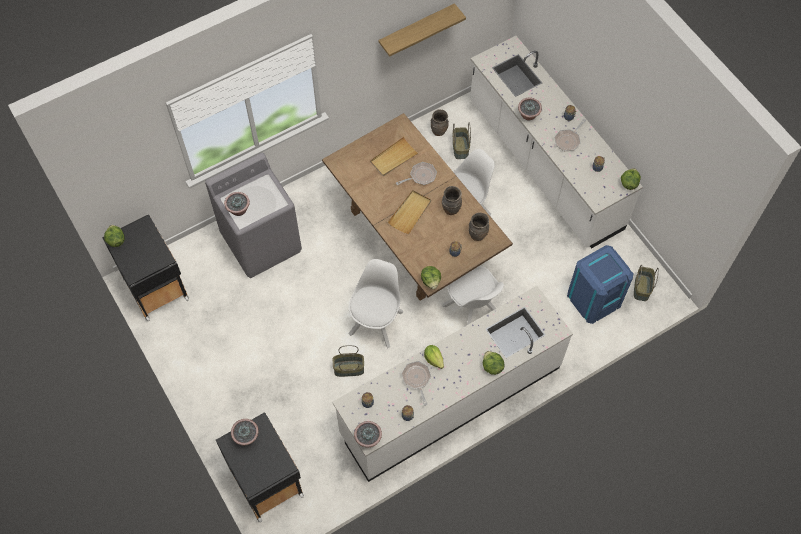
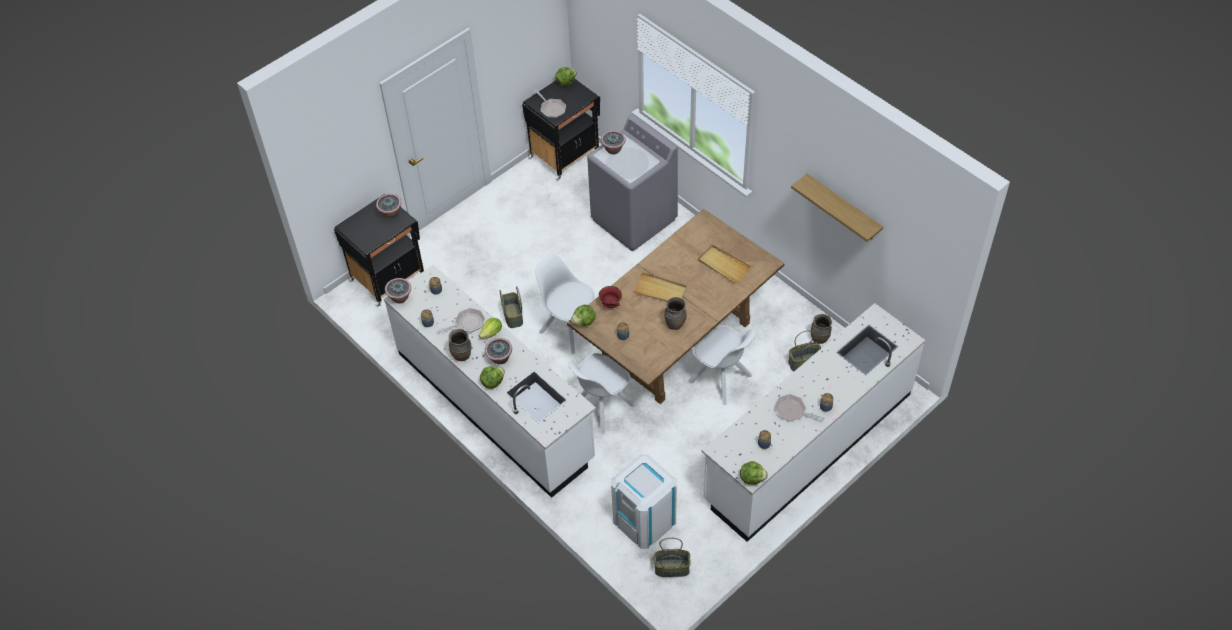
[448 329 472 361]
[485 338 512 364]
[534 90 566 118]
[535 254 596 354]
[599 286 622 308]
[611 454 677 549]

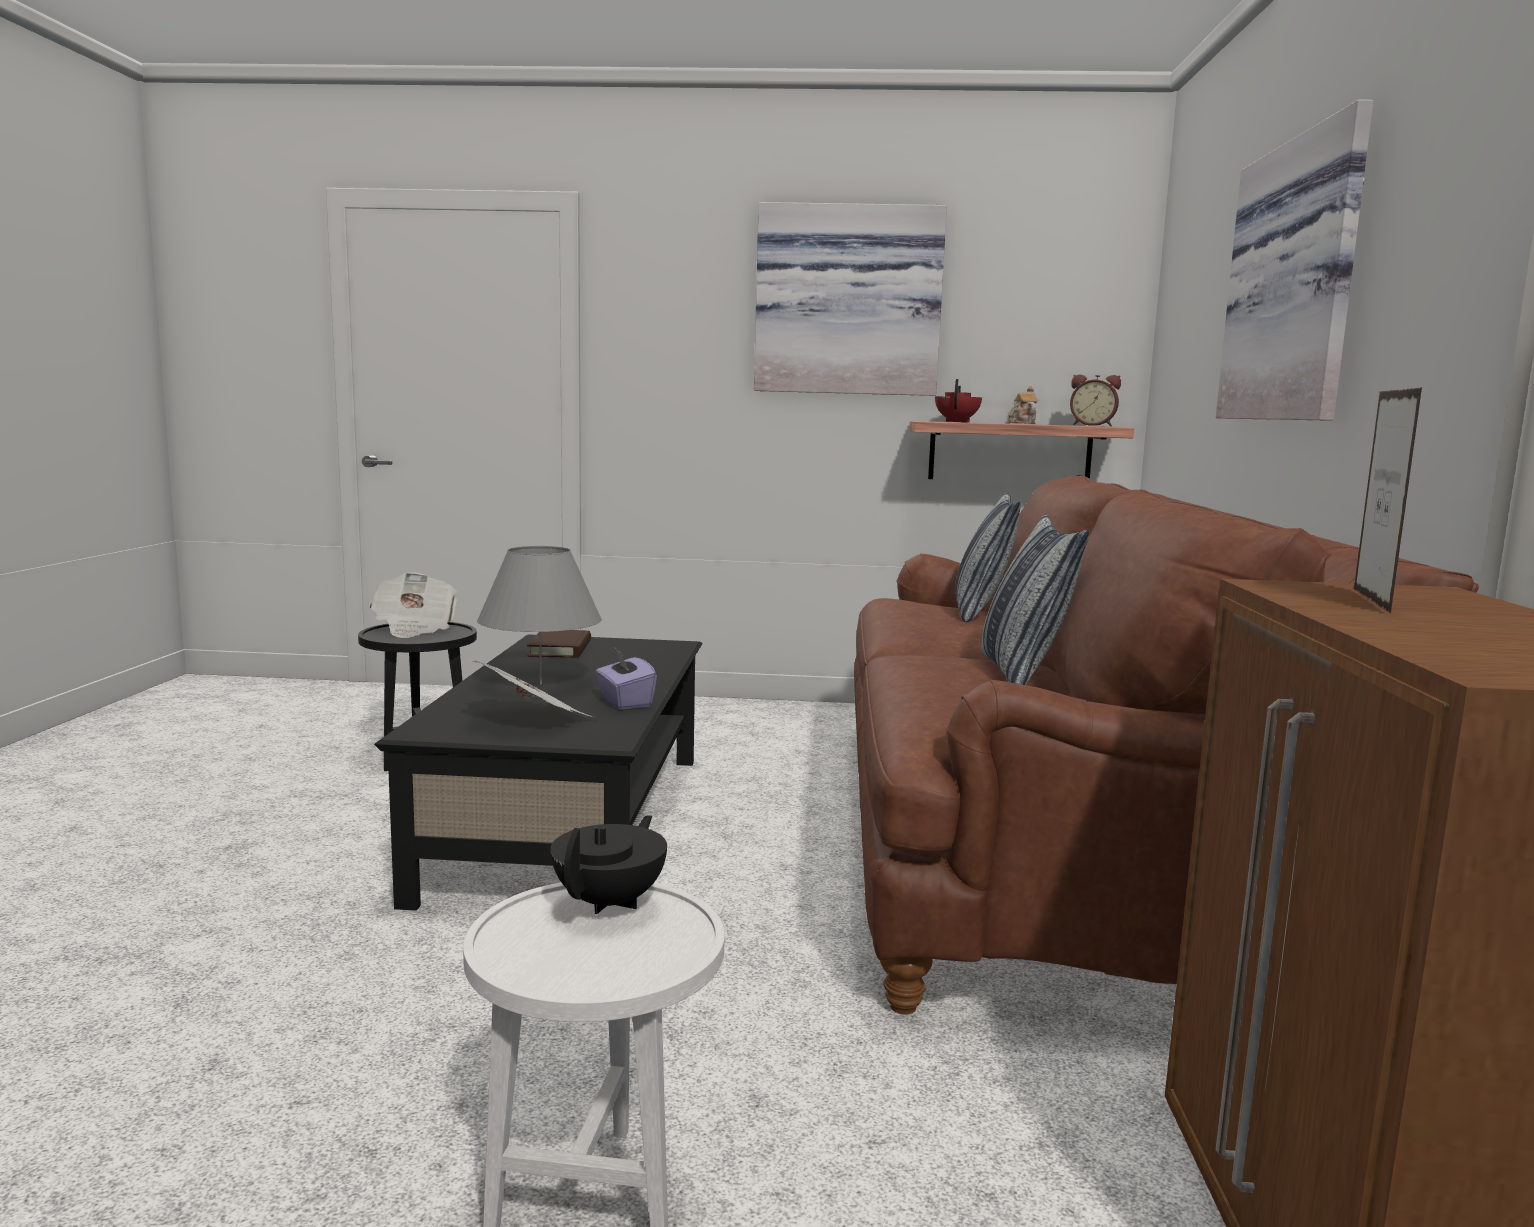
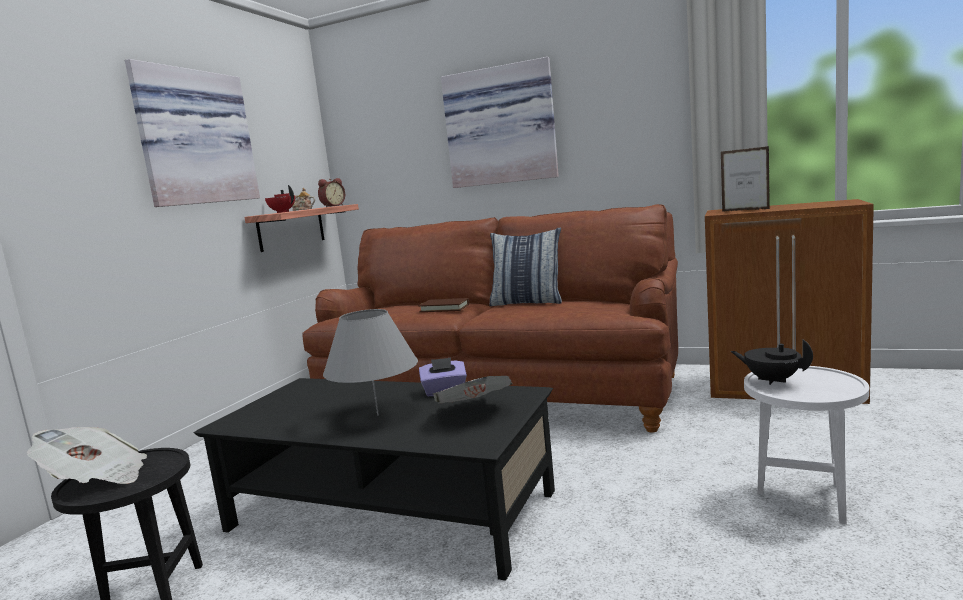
[419 298 470 312]
[955 492 1021 622] (first image)

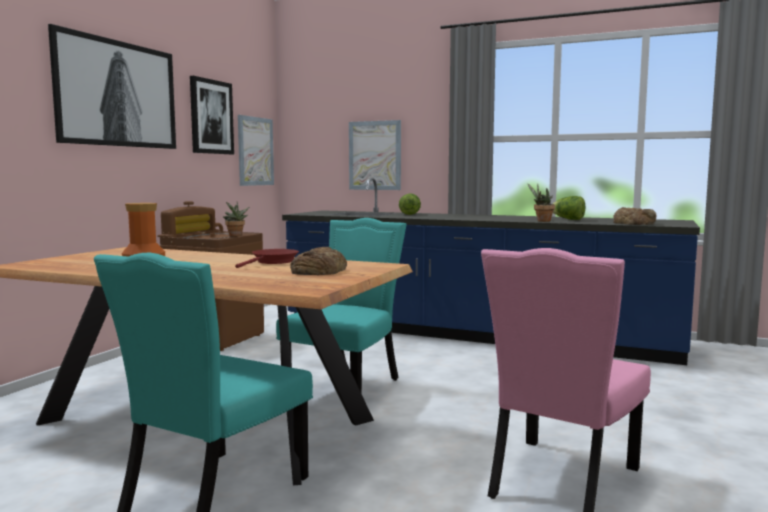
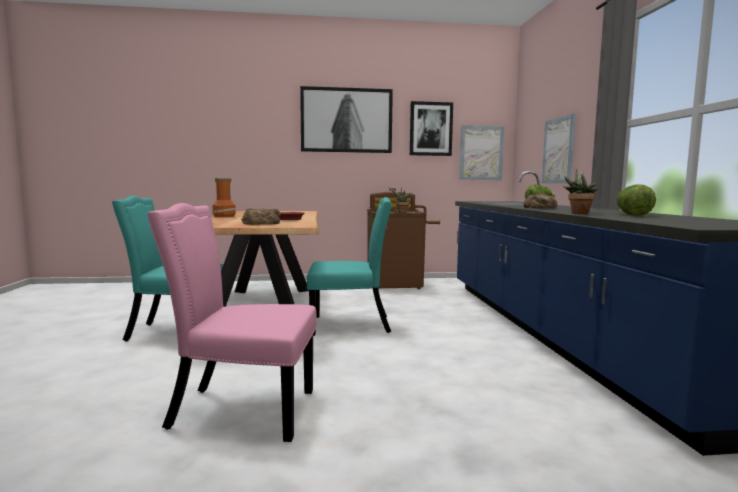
[523 193 557 209]

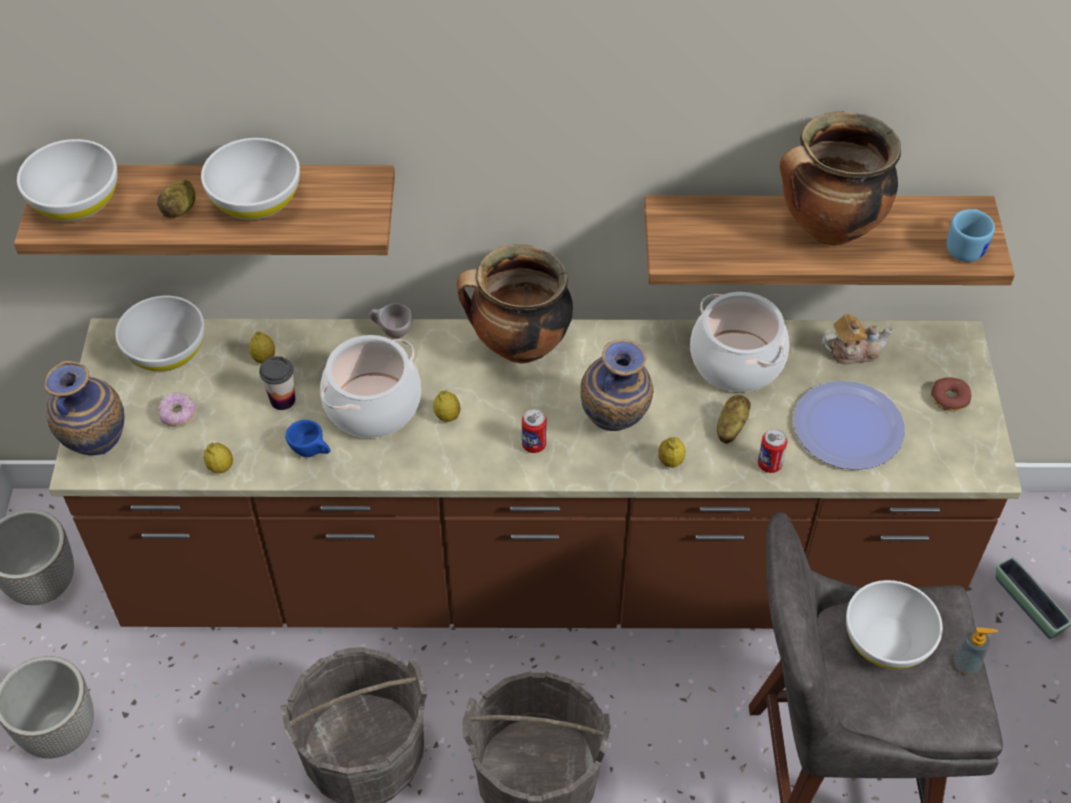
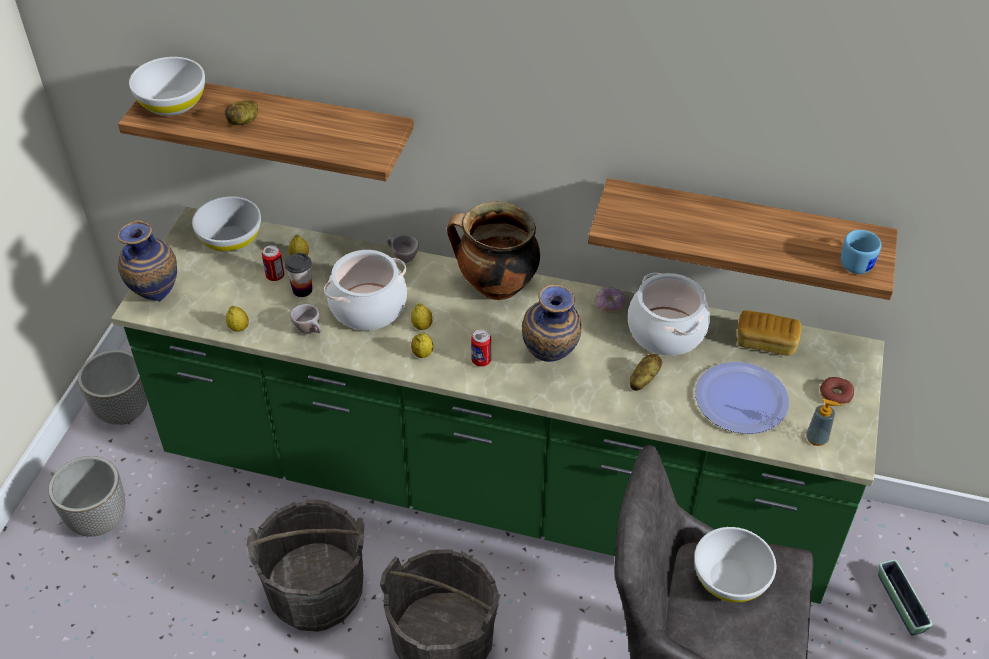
[111 207 884 604]
[262 245 284 281]
[290 304 322 334]
[411 333 433 358]
[596 287 626 313]
[738 310 802 356]
[806 399 841 446]
[201 138 300 220] (first image)
[780 112 901 245] (first image)

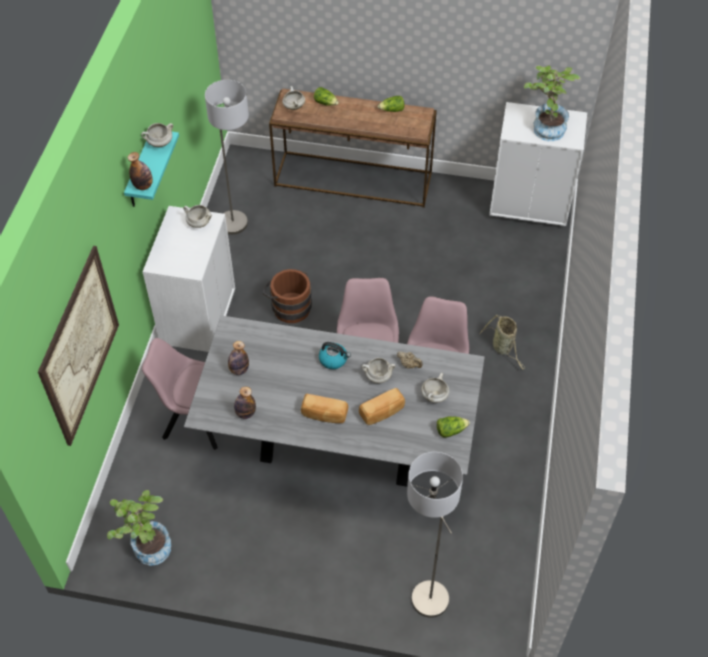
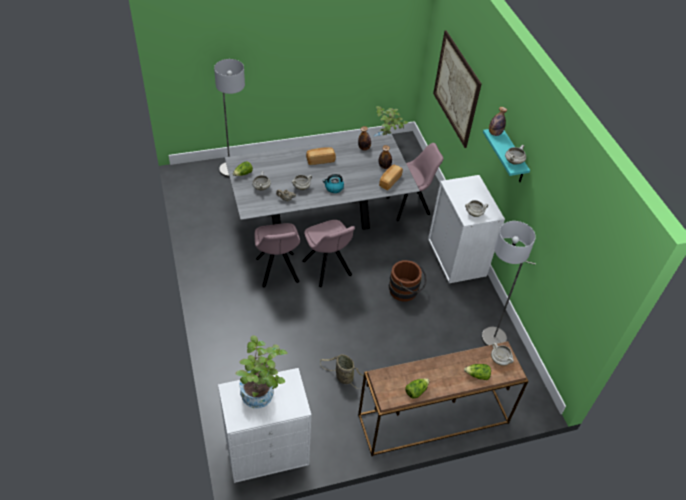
[320 354 364 389]
[379 165 403 190]

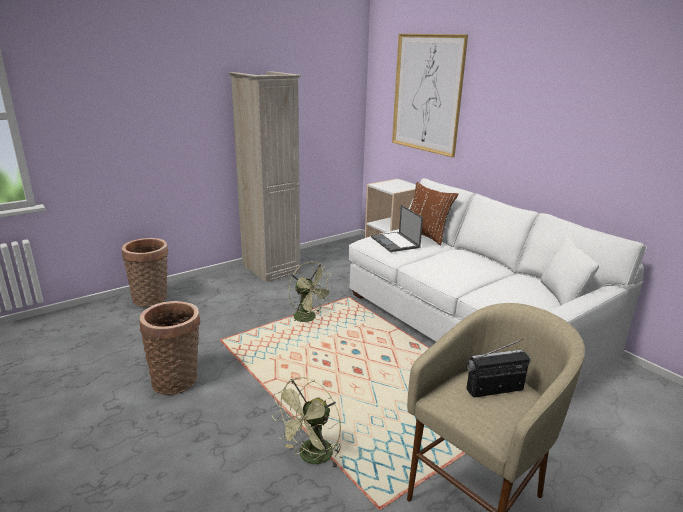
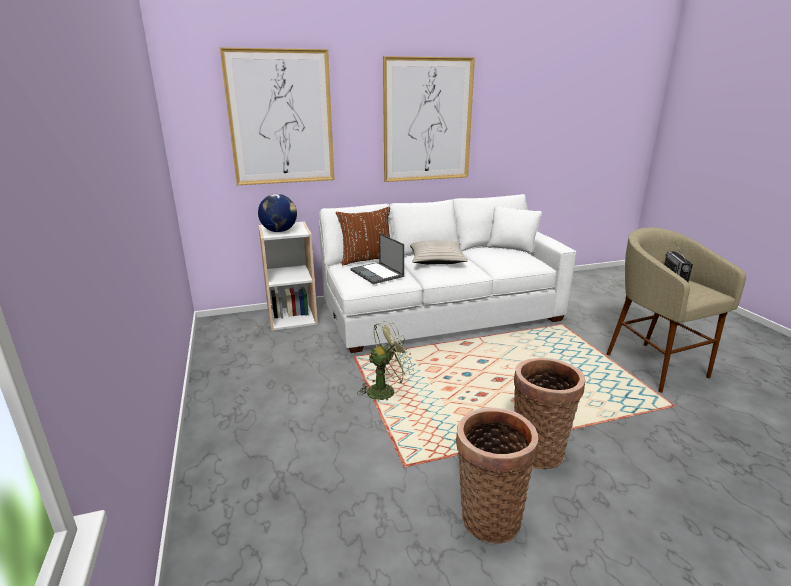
[258 194 297 232]
[350 233 404 284]
[383 56 475 182]
[410 240 468 264]
[514 358 585 469]
[228 71 302 282] (first image)
[272 377 341 469] (first image)

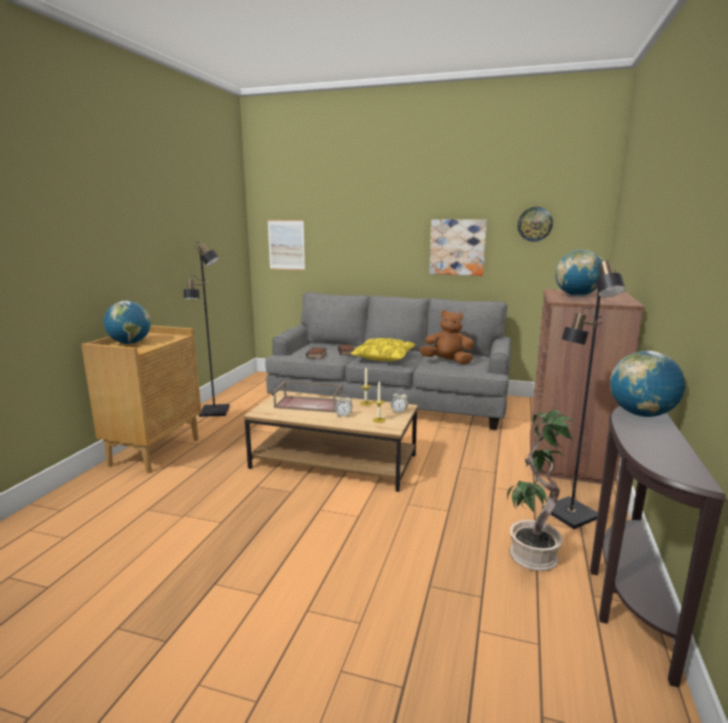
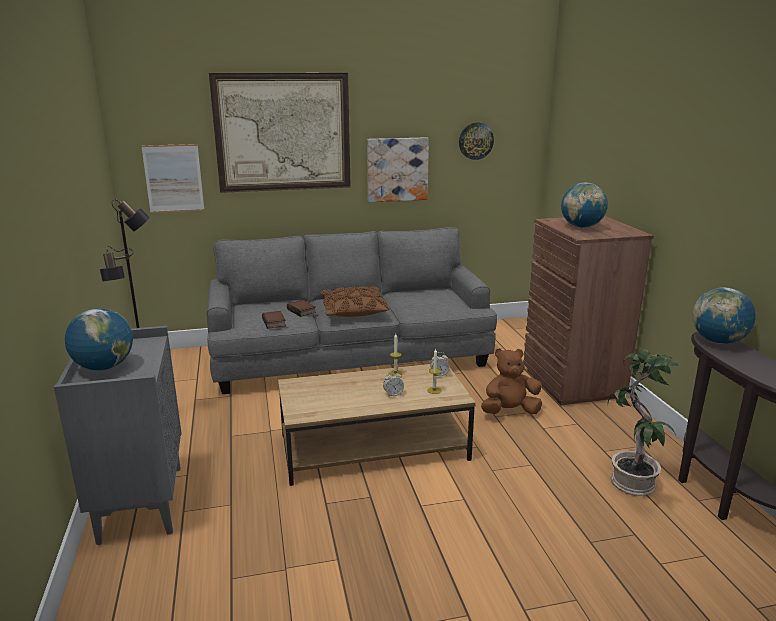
[54 326 182 545]
[209 73 351 193]
[320 286 390 317]
[481 348 542 414]
[273 381 343 412] (first image)
[542 258 625 529] (first image)

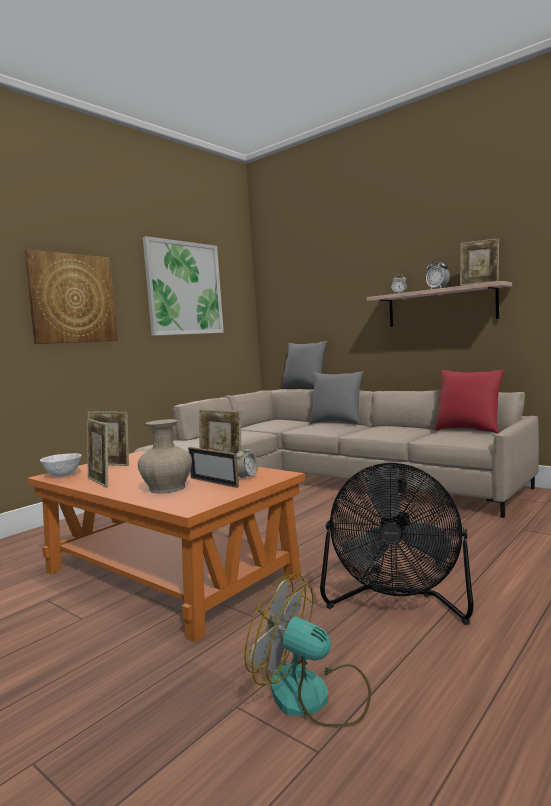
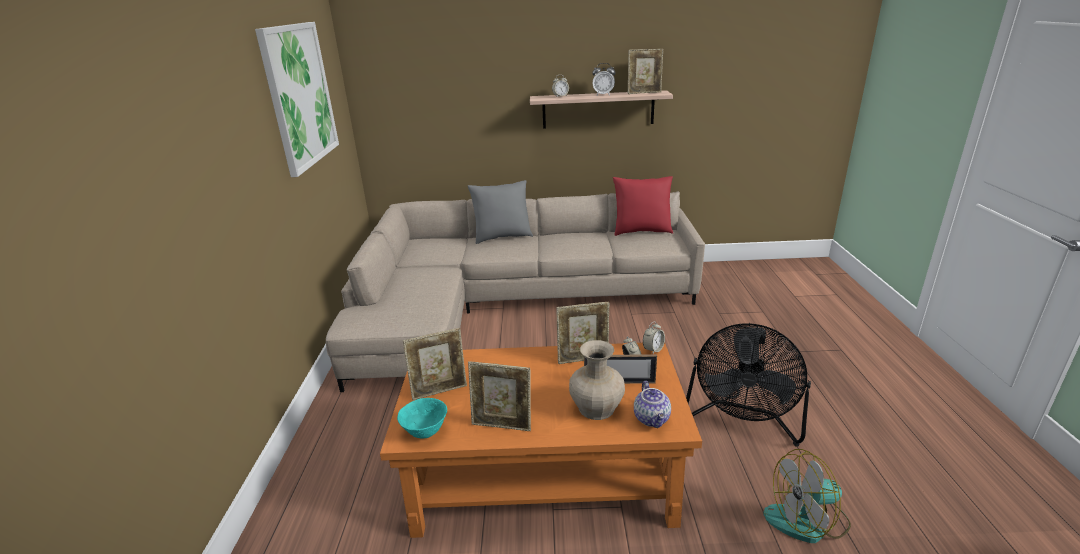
[397 398 447 438]
[634 381 671 428]
[643 321 665 354]
[686 323 811 447]
[24 250 118 344] (first image)
[282 341 328 389] (first image)

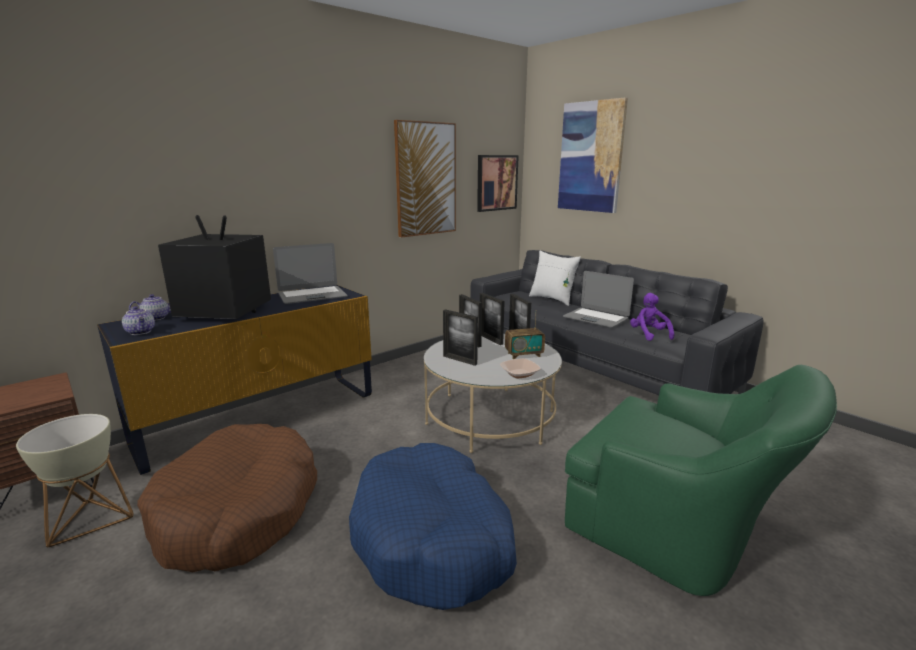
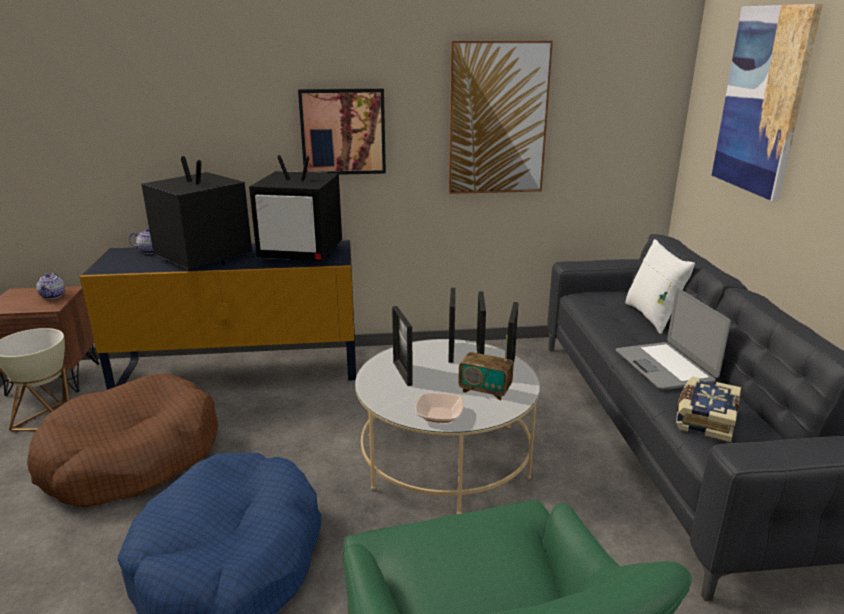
[36 272 65 299]
[249 155 342 261]
[298 88 386 175]
[676 376 741 442]

